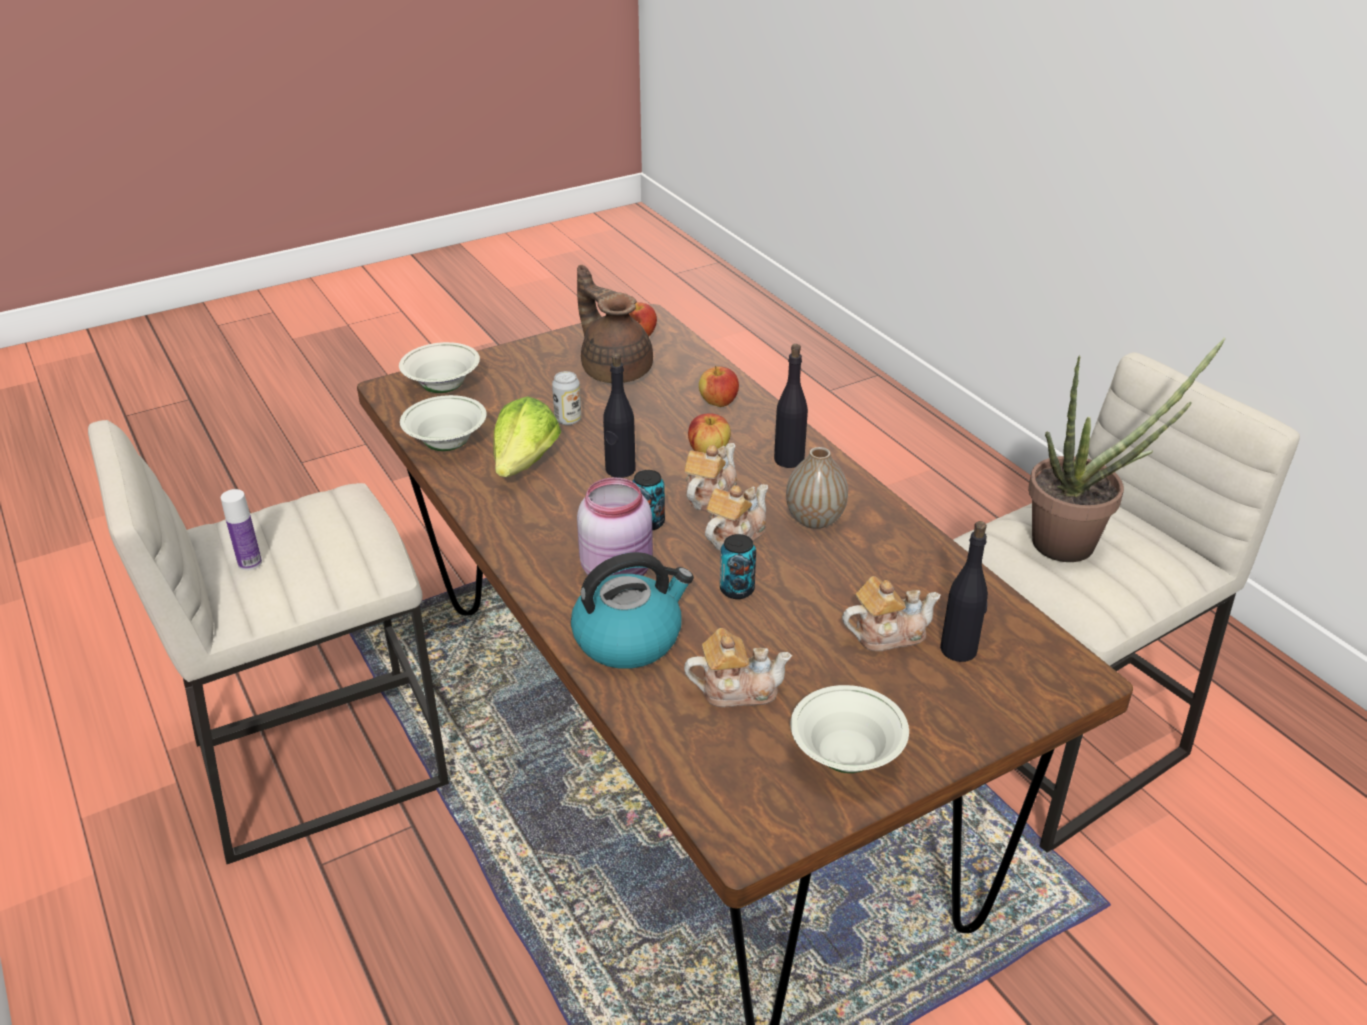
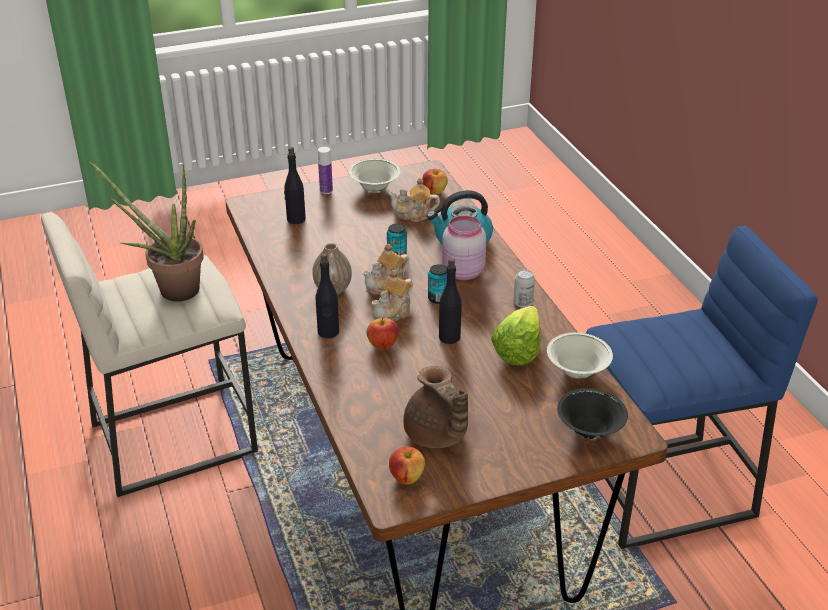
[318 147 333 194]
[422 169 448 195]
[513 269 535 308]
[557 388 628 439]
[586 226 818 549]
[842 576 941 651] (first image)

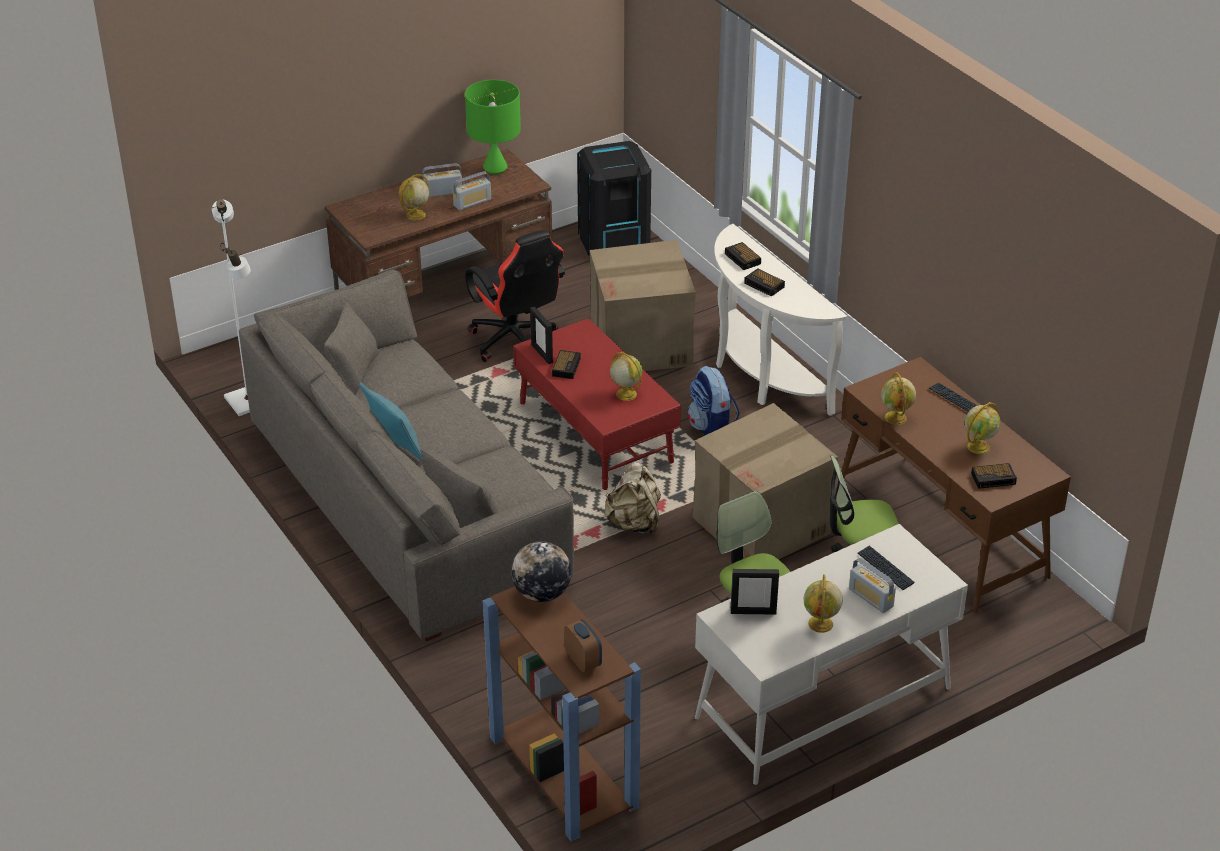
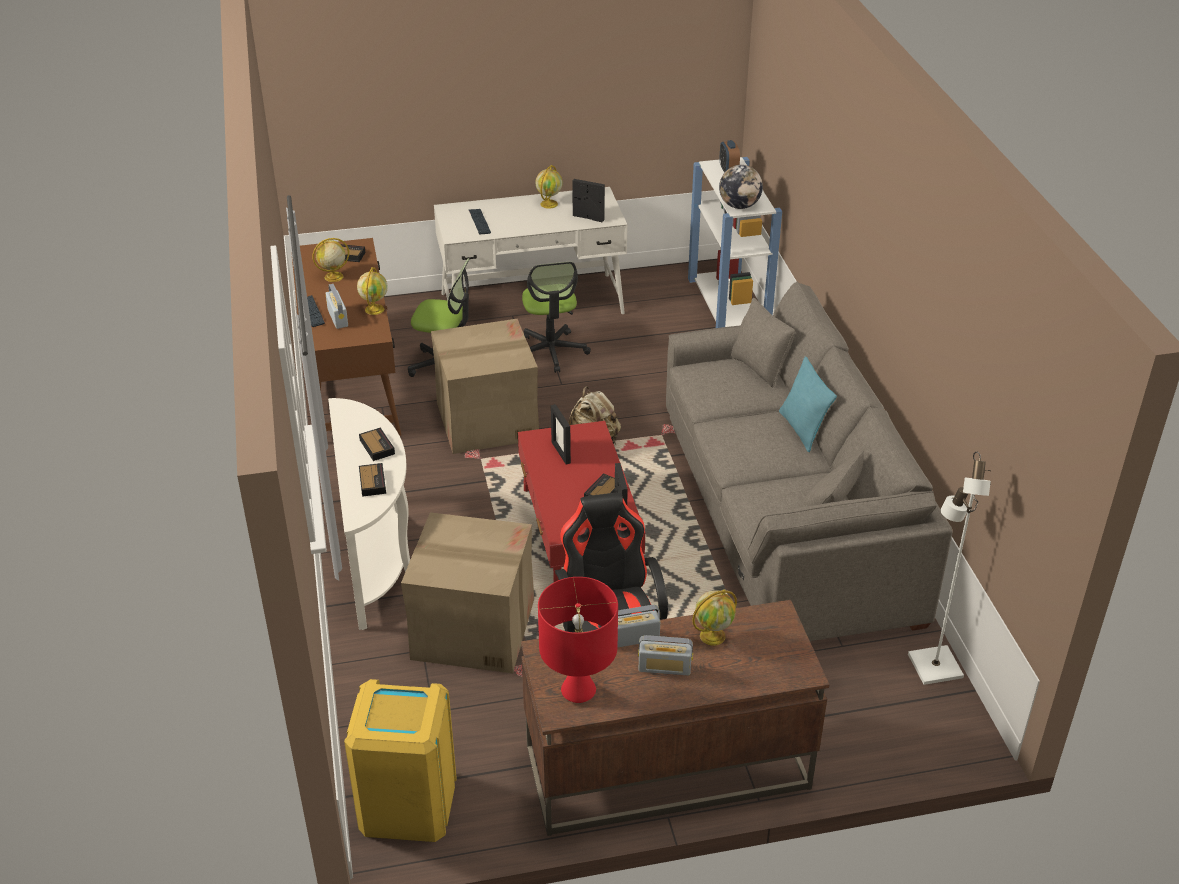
[325 284 348 329]
[344 679 457 842]
[538 577 618 703]
[551 404 571 465]
[688 157 782 328]
[688 366 740 436] (first image)

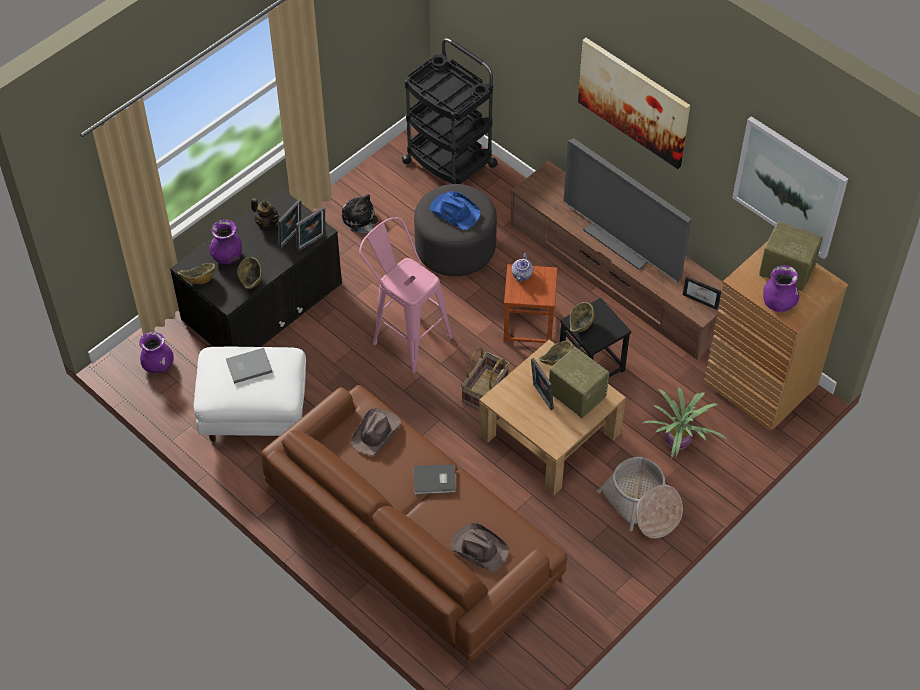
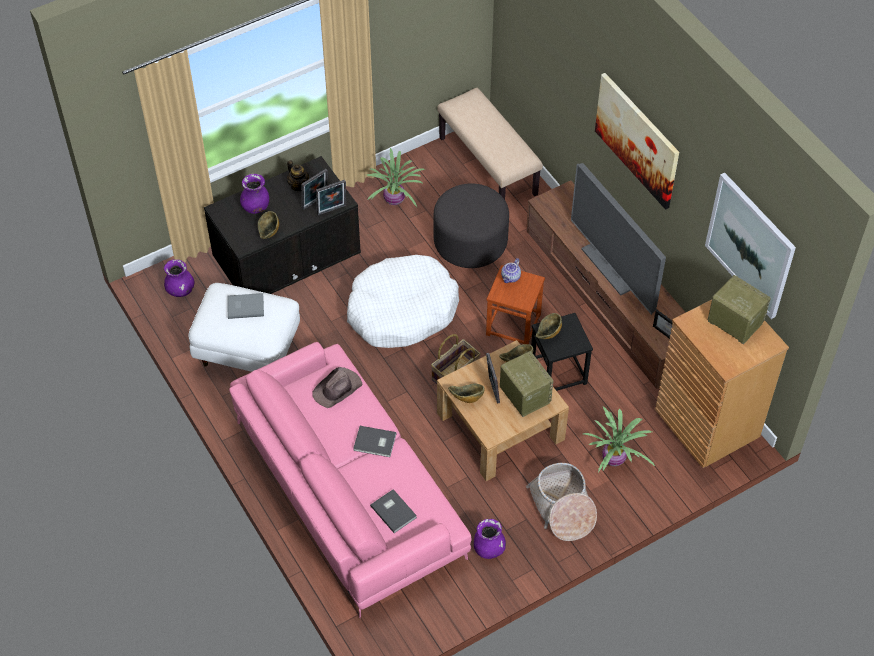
[229 342 471 618]
[347 255 459 348]
[367 148 425 207]
[370 489 417 533]
[437 88 543 200]
[448 383 484 403]
[474 519 506 559]
[430 191 481 230] (first image)

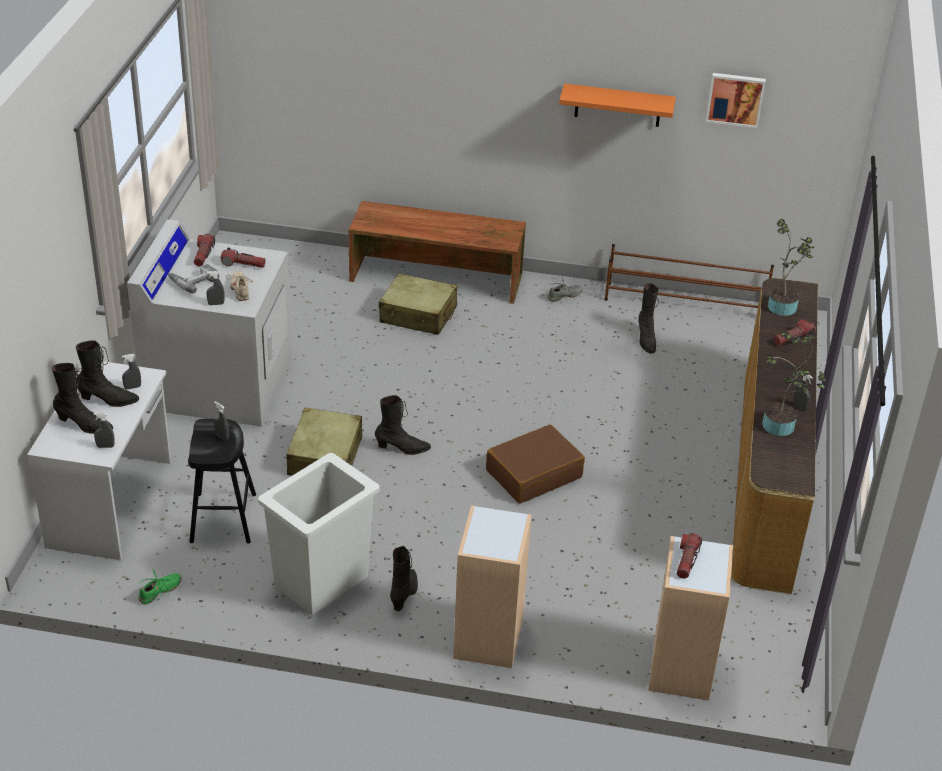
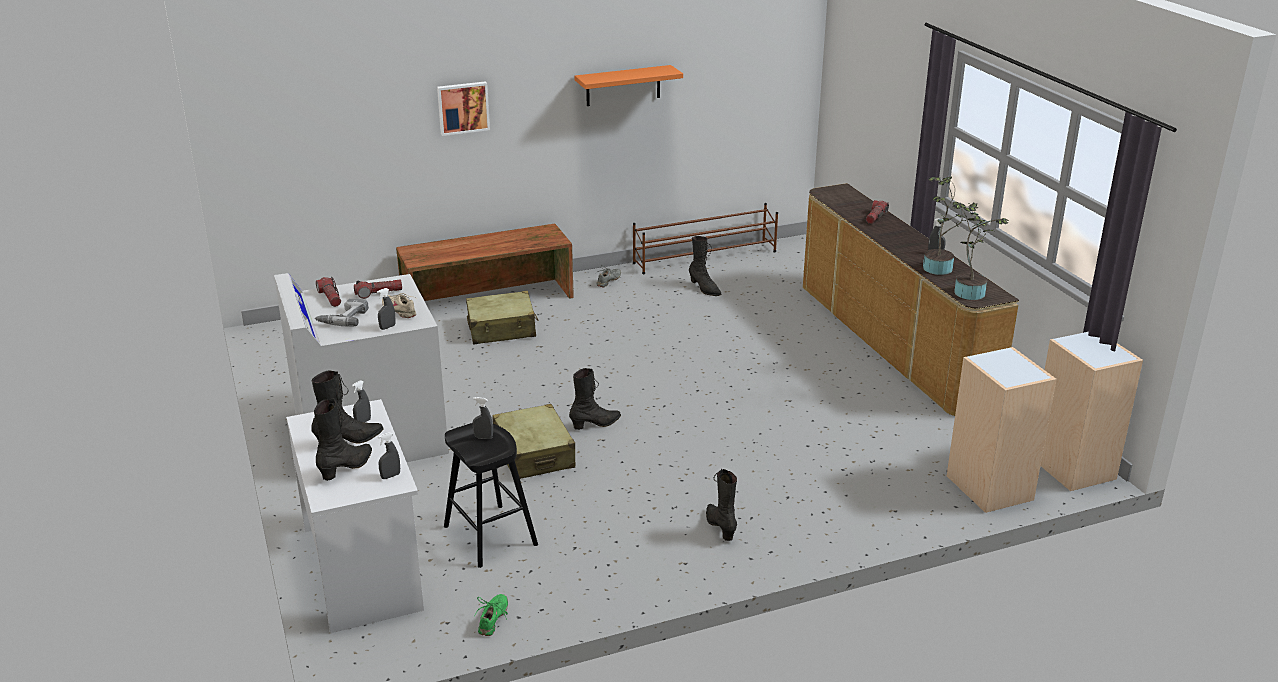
[314 398 372 481]
[437 81 490 136]
[953 202 1009 300]
[1041 332 1143 491]
[258 453 379 615] (first image)
[486 425 585 504] (first image)
[677 533 702 579] (first image)

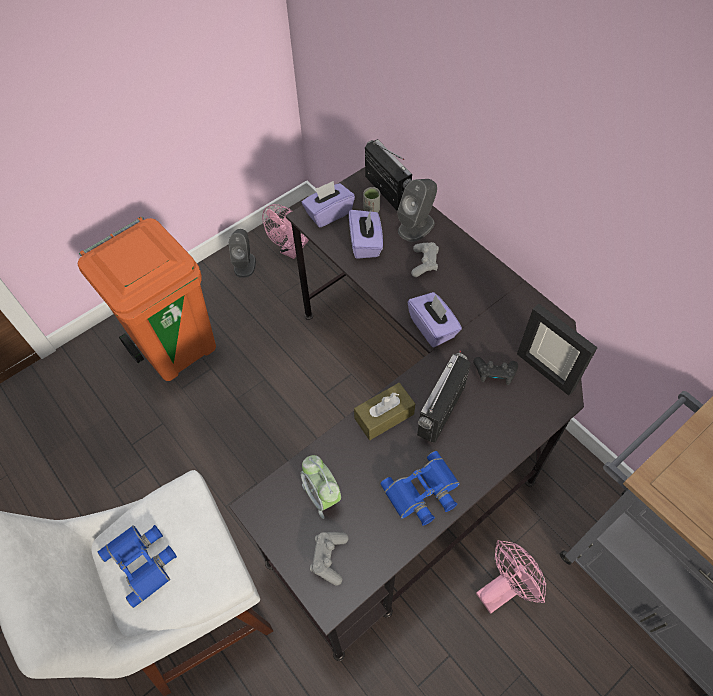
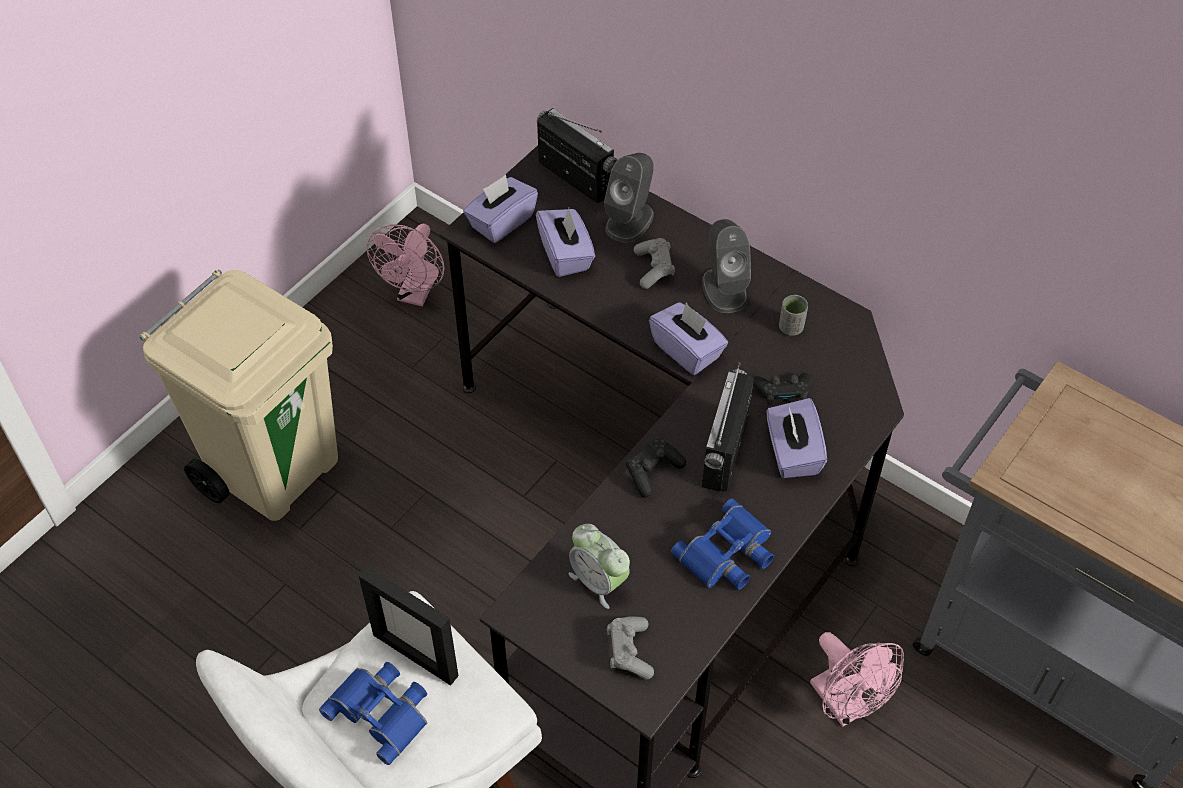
[140 270 338 521]
[359 566 459 686]
[626 438 686 498]
[702 219 751 313]
[766 398 827 478]
[779 295 808 336]
[810 632 904 727]

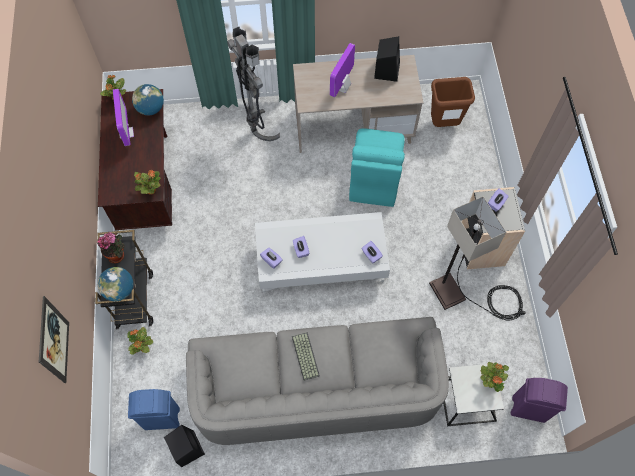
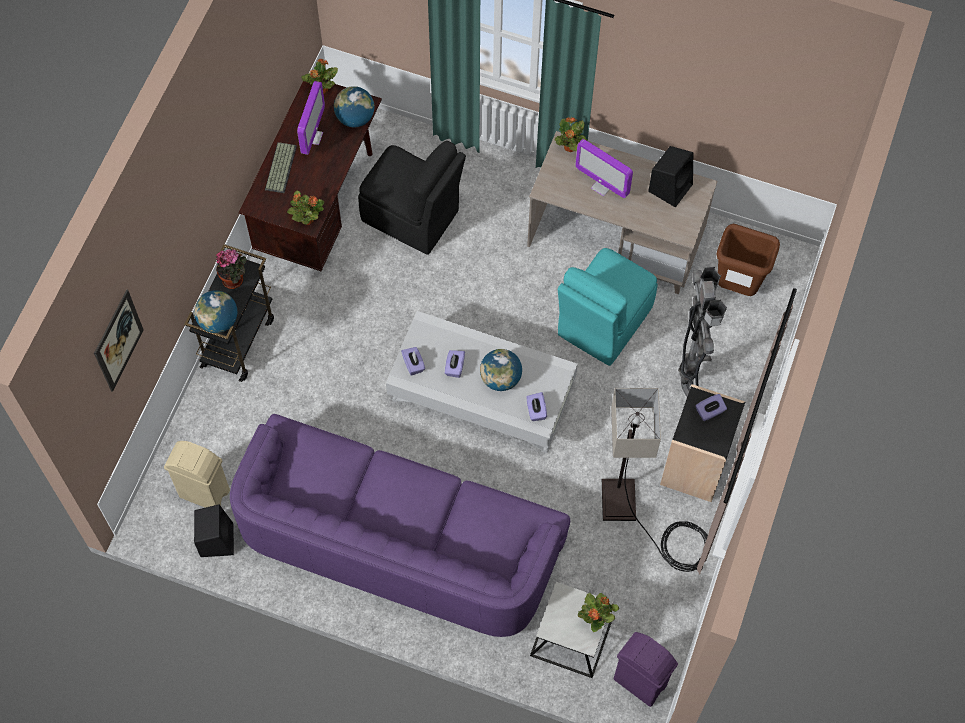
[164 441 230 508]
[230 414 570 637]
[265 142 297 193]
[358 141 466 255]
[480 349 522 391]
[554 117 587 152]
[575 139 633 198]
[678 267 727 397]

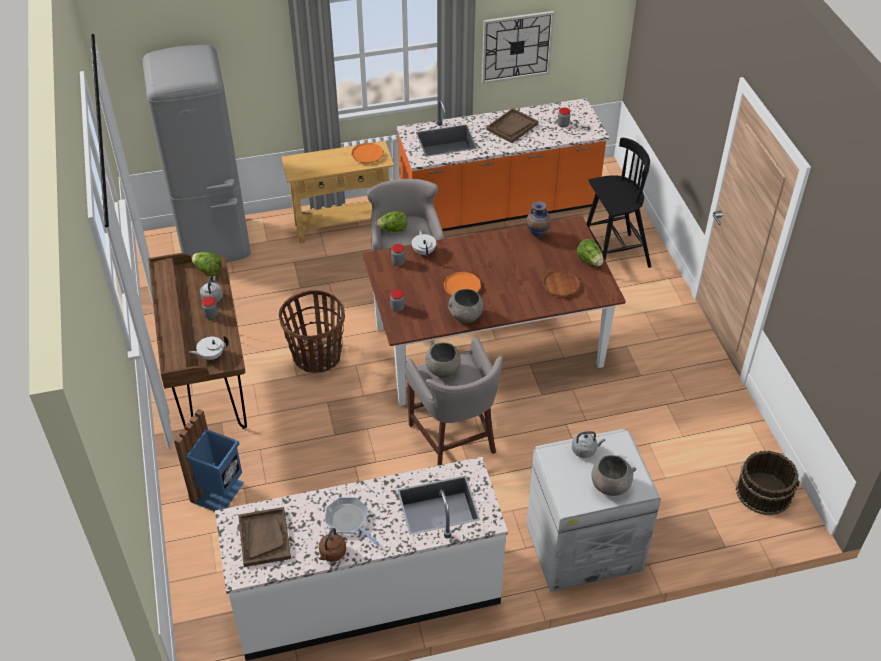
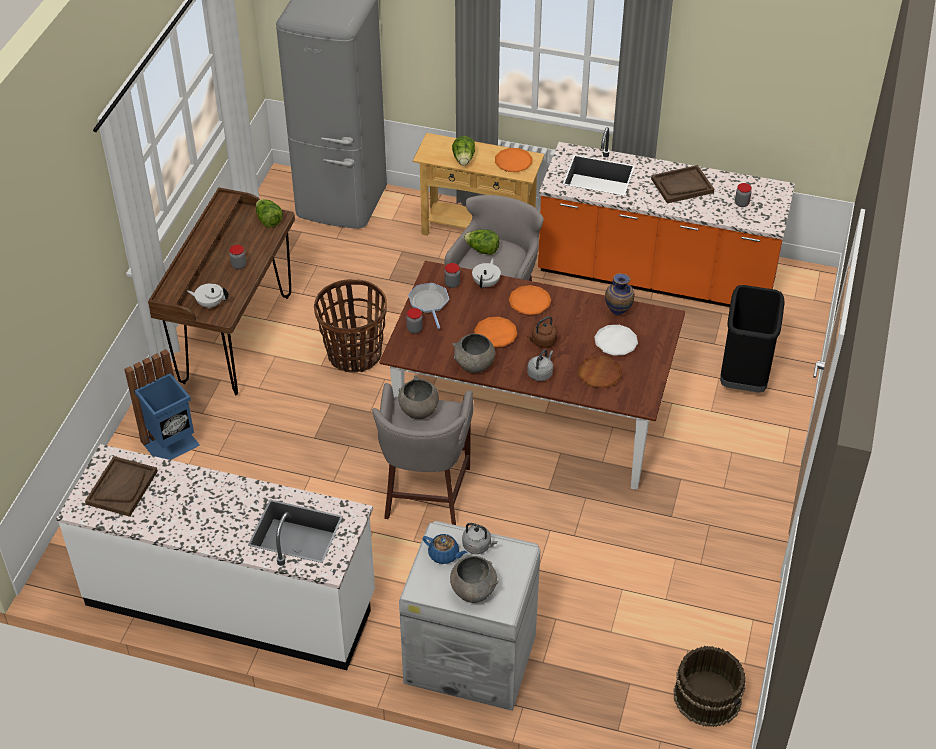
[408 283 449 329]
[423 534 468 564]
[452 136 475 165]
[509 285 551 315]
[527 316 557 348]
[527 349 553 381]
[595 325 638 356]
[720 285 784 393]
[482 11 554 84] (first image)

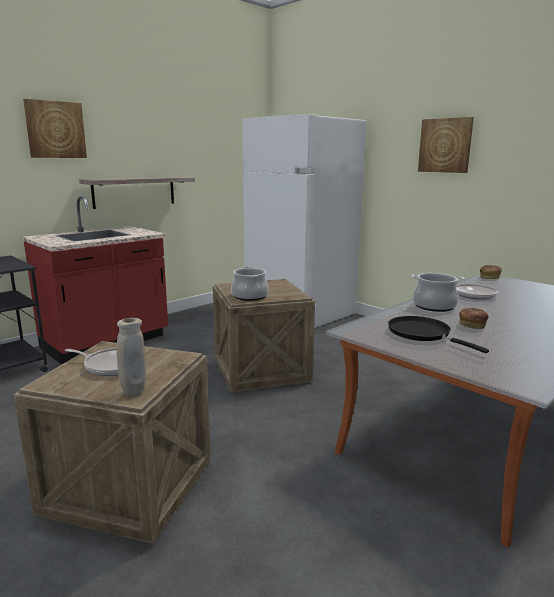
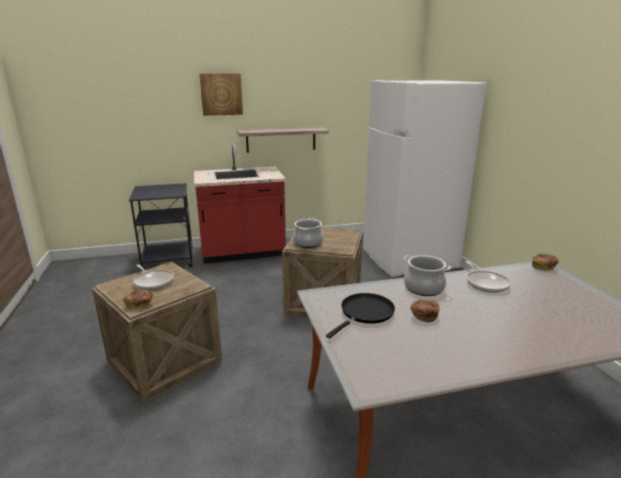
[123 290 153 310]
[326 293 395 339]
[418 117 474 173] (first image)

